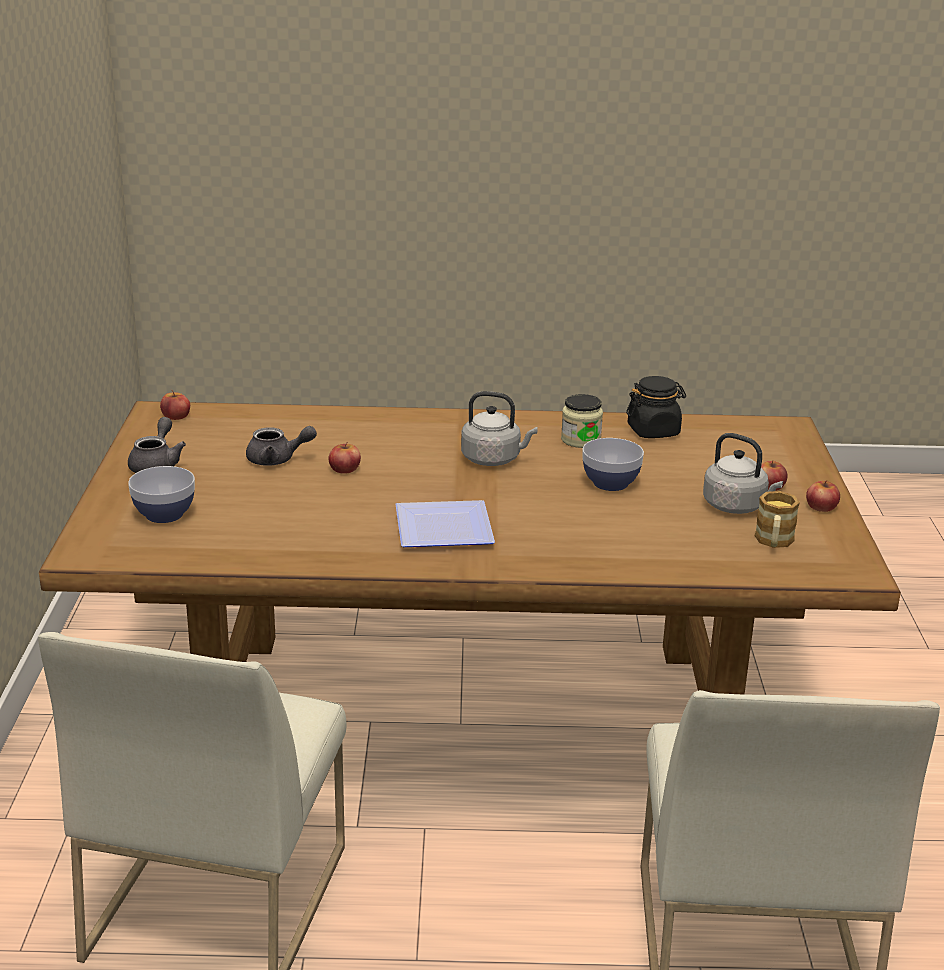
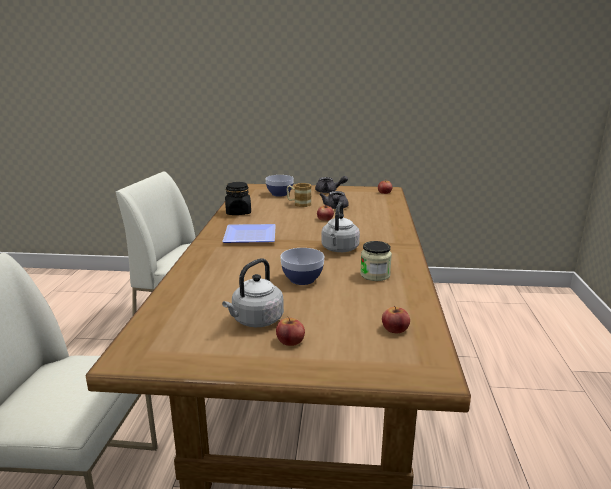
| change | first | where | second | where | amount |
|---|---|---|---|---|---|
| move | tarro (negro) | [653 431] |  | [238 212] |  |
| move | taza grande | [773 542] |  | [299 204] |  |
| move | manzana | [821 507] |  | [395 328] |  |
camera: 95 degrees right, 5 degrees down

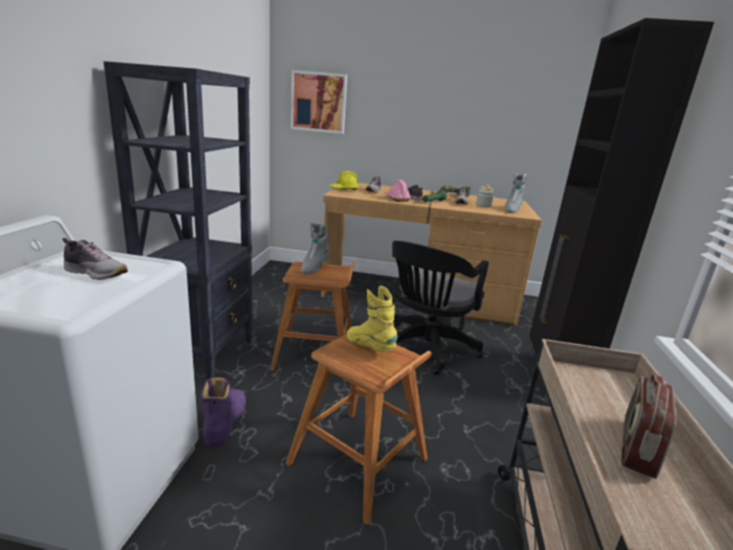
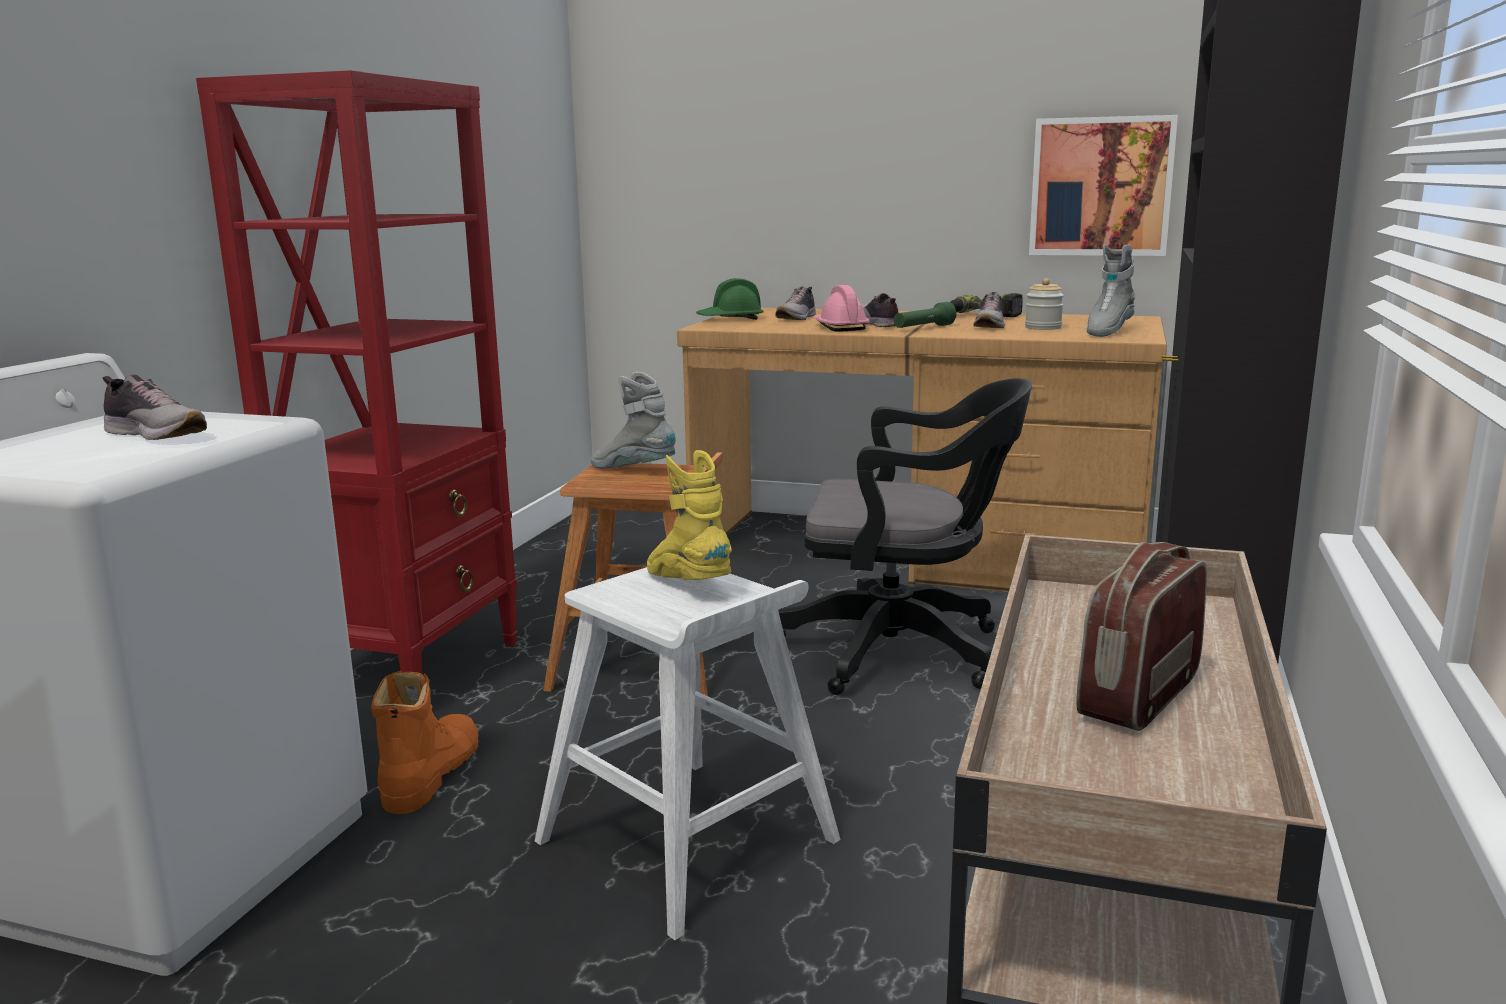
| change | first | where | second | where | amount |
|---|---|---|---|---|---|
| recolor | estantería (negro) | [202 356] | estantería (rojo) | [411 669] |  |
| recolor | bota (morado) | [225 421] | bota (naranja) | [430 774] |  |
| recolor | taburete (marrón) | [359 462] | taburete (blanco) | [689 842] |  |
| rotate | bota (gris) | [314 267] |  | [634 470] | 90 degrees clockwise |
| recolor | casco (amarillo) | [344 189] | casco (verde) | [730 319] |  |
| rotate | silla de oficina (negro) | [426 349] |  | [903 651] | 120 degrees counterclockwise |
| move | cuadro | [318 102] |  | [1101 187] |  |
camera: 10 degrees right, 5 degrees down

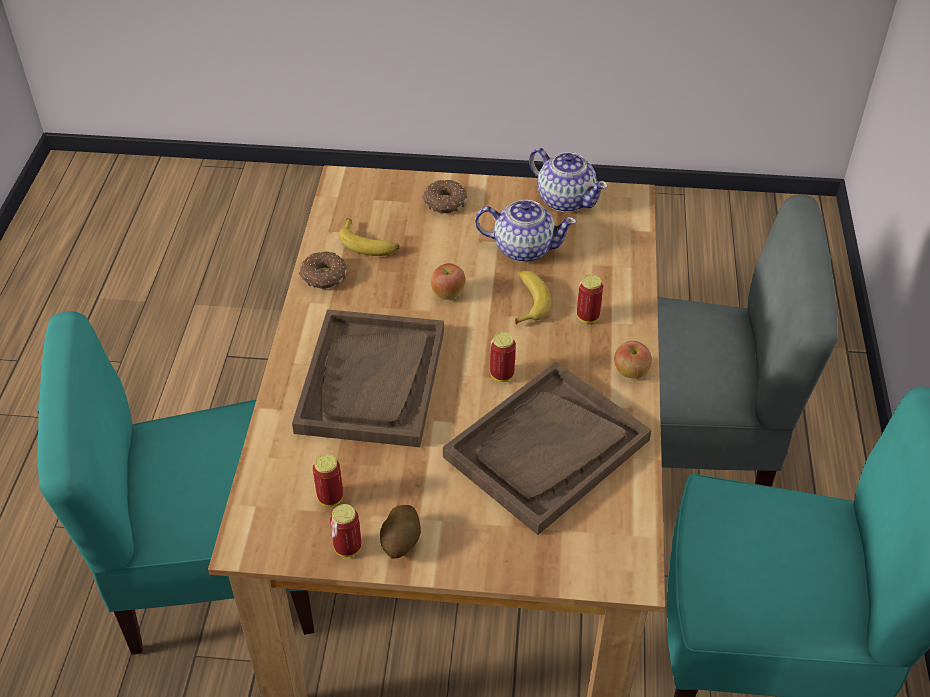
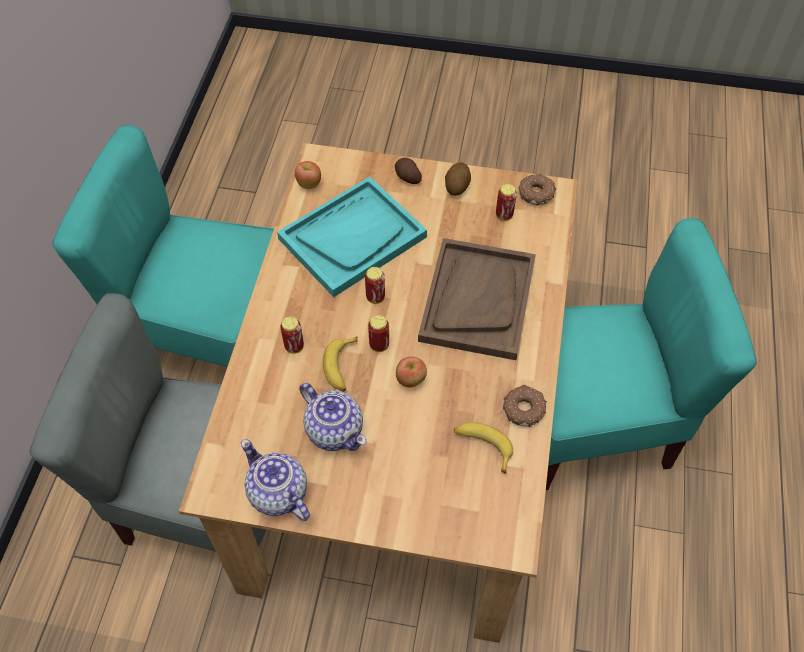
| change | first | where | second | where | amount |
|---|---|---|---|---|---|
| recolor | bandeja (marrón) | [546 449] | bandeja (turquesa) | [352 237] |  |
| move | manzana | [630 373] |  | [309 184] |  |
| rotate | tetera | [523 248] |  | [334 429] | 150 degrees counterclockwise |
| move | lata | [347 548] |  | [379 345] |  |
| insert |  |  | patata | [407 177] |  |
| move | rosquilla | [444 203] |  | [536 193] |  |
camera: 175 degrees left, 10 degrees up

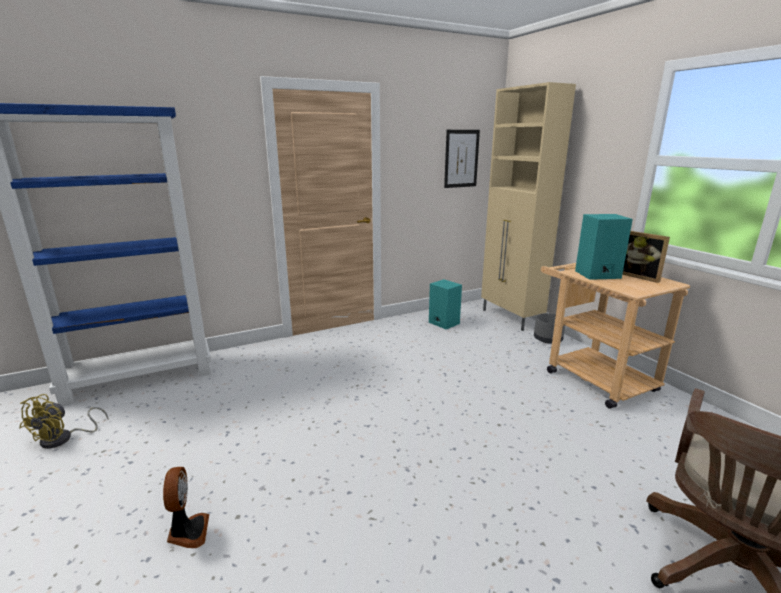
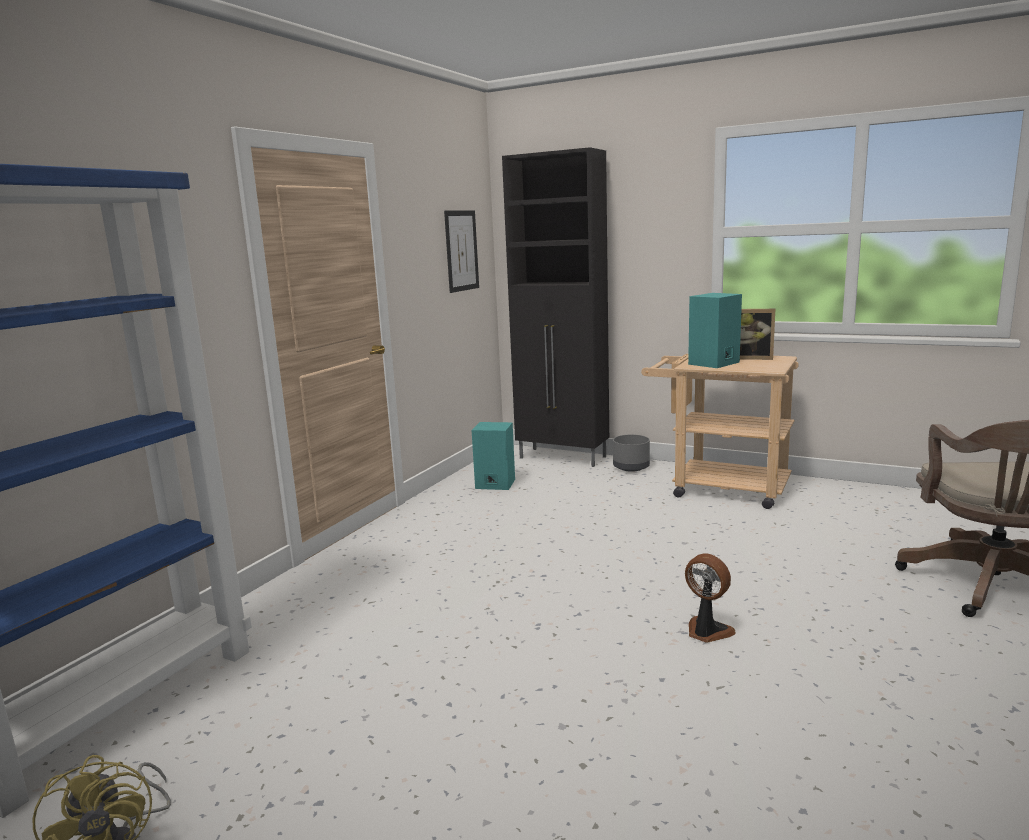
| change | first | where | second | where | amount |
|---|---|---|---|---|---|
| recolor | armario (beis) | [511 318] | armario (negro) | [563 458] |  |
| move | ventilador | [188 532] |  | [707 632] |  |
camera: 35 degrees left, 5 degrees down

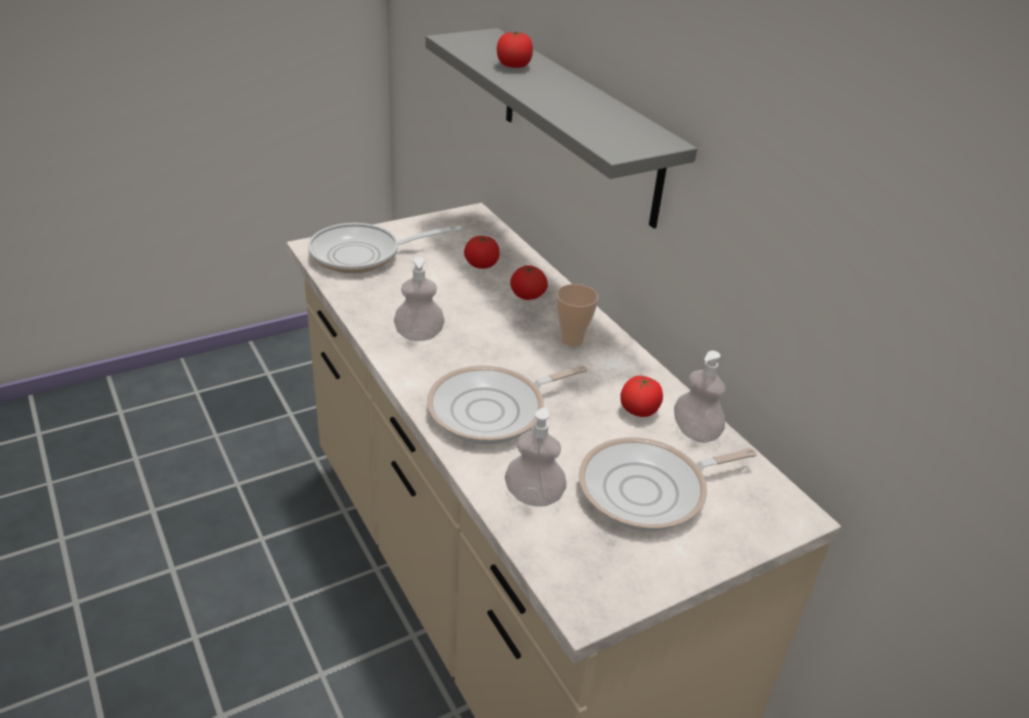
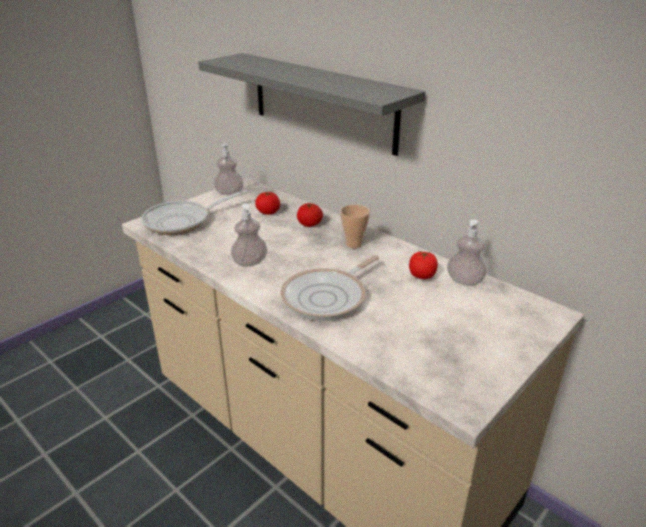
| change | first | where | second | where | amount |
|---|---|---|---|---|---|
| move | dispensador de jabón | [533 496] |  | [229 193] |  |
| delete | tomate | [513 66] |  |  |  |
| delete | sartén | [649 490] |  |  |  |
camera: 15 degrees left, 5 degrees down

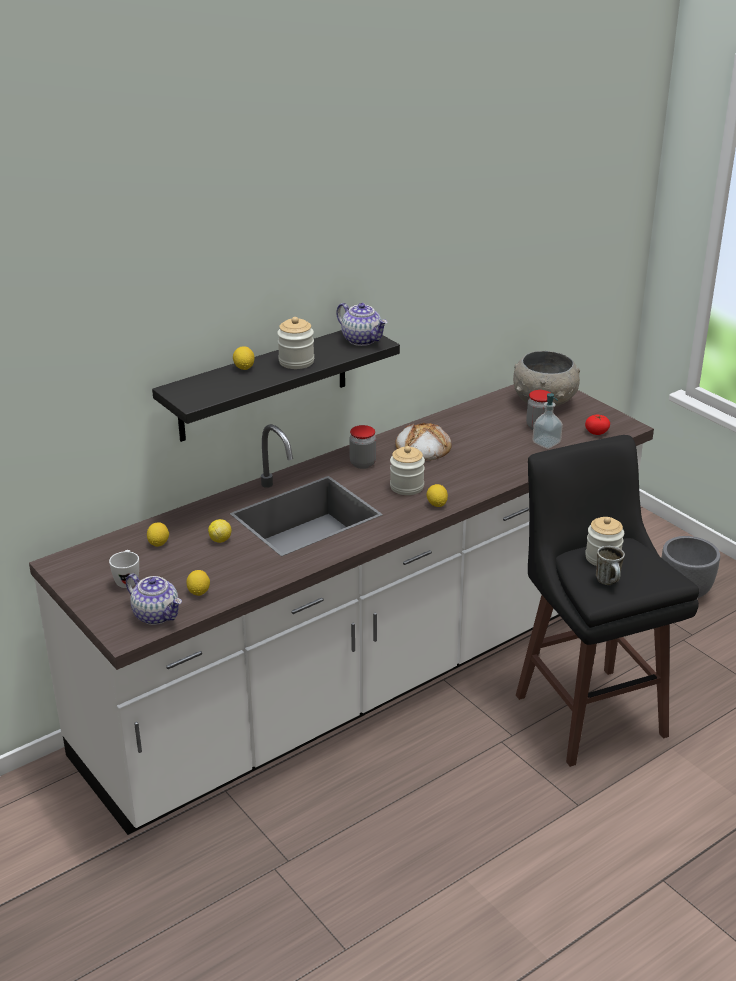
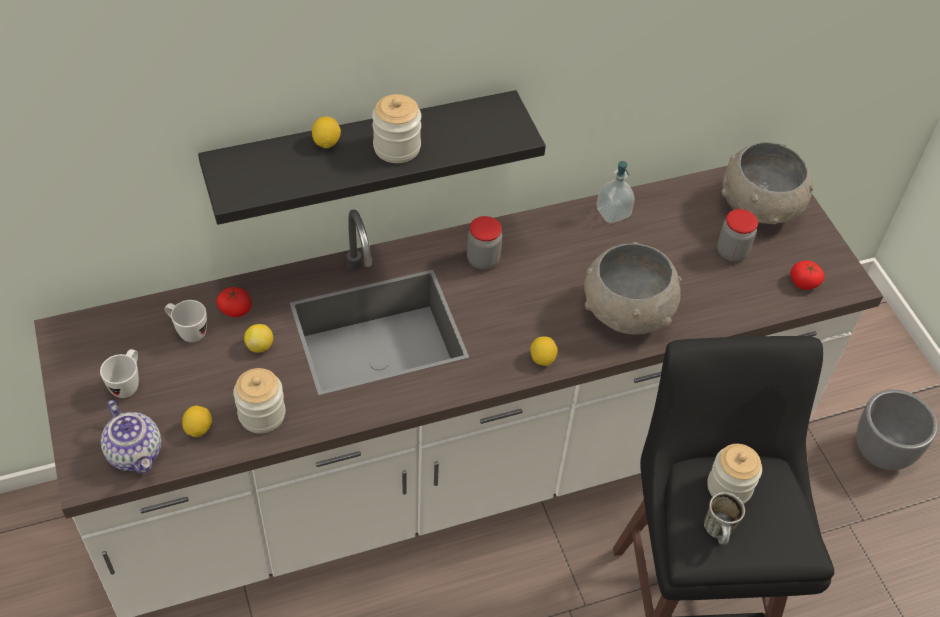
| change | first | where | second | where | amount |
|---|---|---|---|---|---|
| replace | limón | [158 543] | taza grande (blanco) | [188 331] |  |
| insert |  |  | tomate | [235 309] |  |
| move | tarro | [406 487] |  | [262 414] |  |
| insert |  |  | cuenco (gris) | [626 312] |  |
| move | dispensador de jabón | [546 443] |  | [613 213] |  |
| delete | tetera | [362 340] |  |  |  |
| delete | pan | [422 447] |  |  |  |
camera: 15 degrees right, 20 degrees up

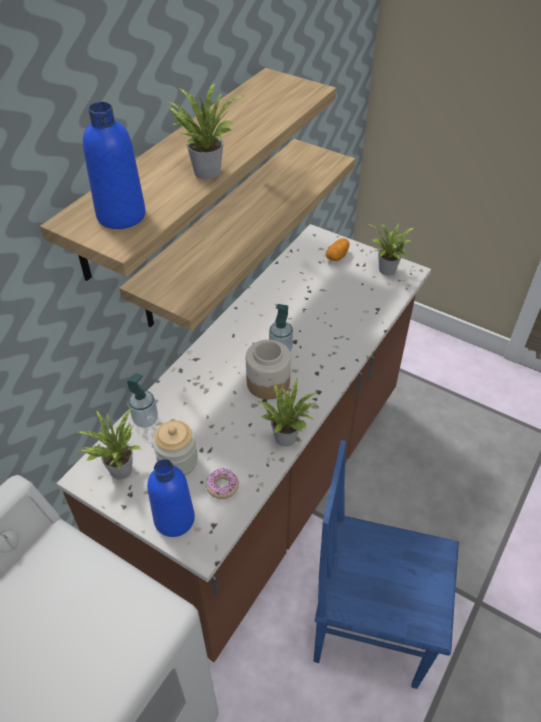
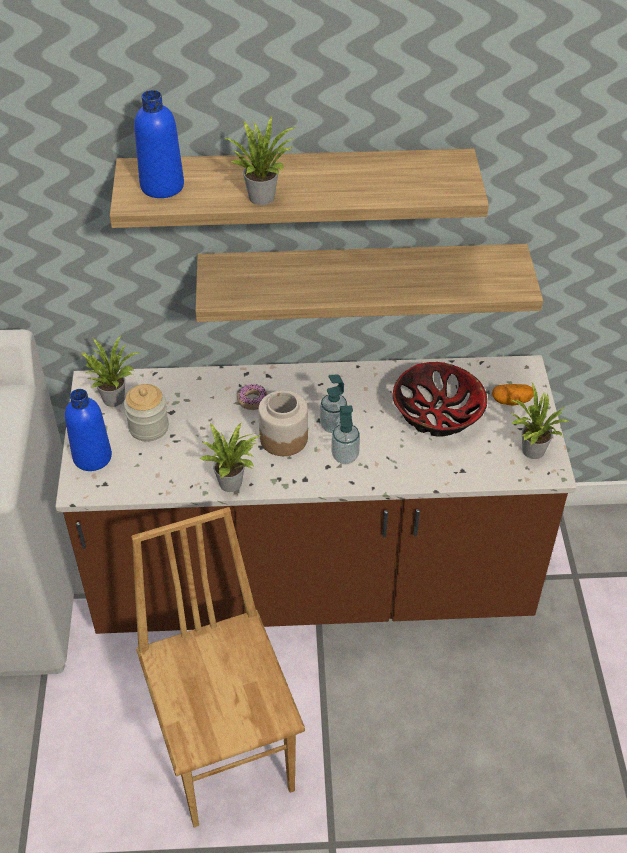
| change | first | where | second | where | amount |
|---|---|---|---|---|---|
| recolor | silla (azul) | [370 627] | silla (marrón) | [228 753] |  |
| move | rosquilla | [222 486] |  | [252 400] |  |
| move | dispensador de jabón | [145 419] |  | [345 456] |  |
| insert |  |  | cuenco | [438 415] |  |
camera: 55 degrees right, 0 degrees up

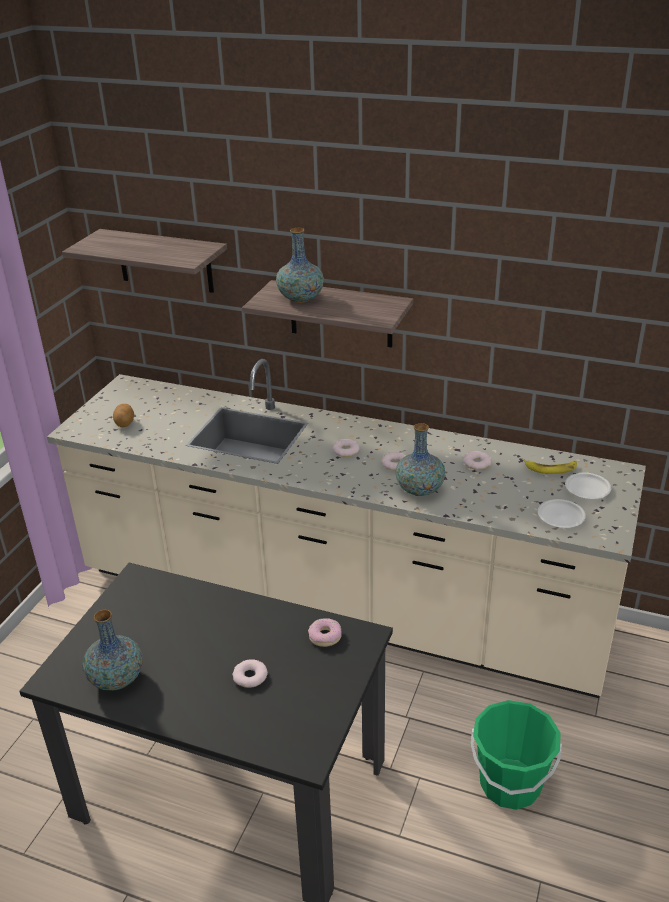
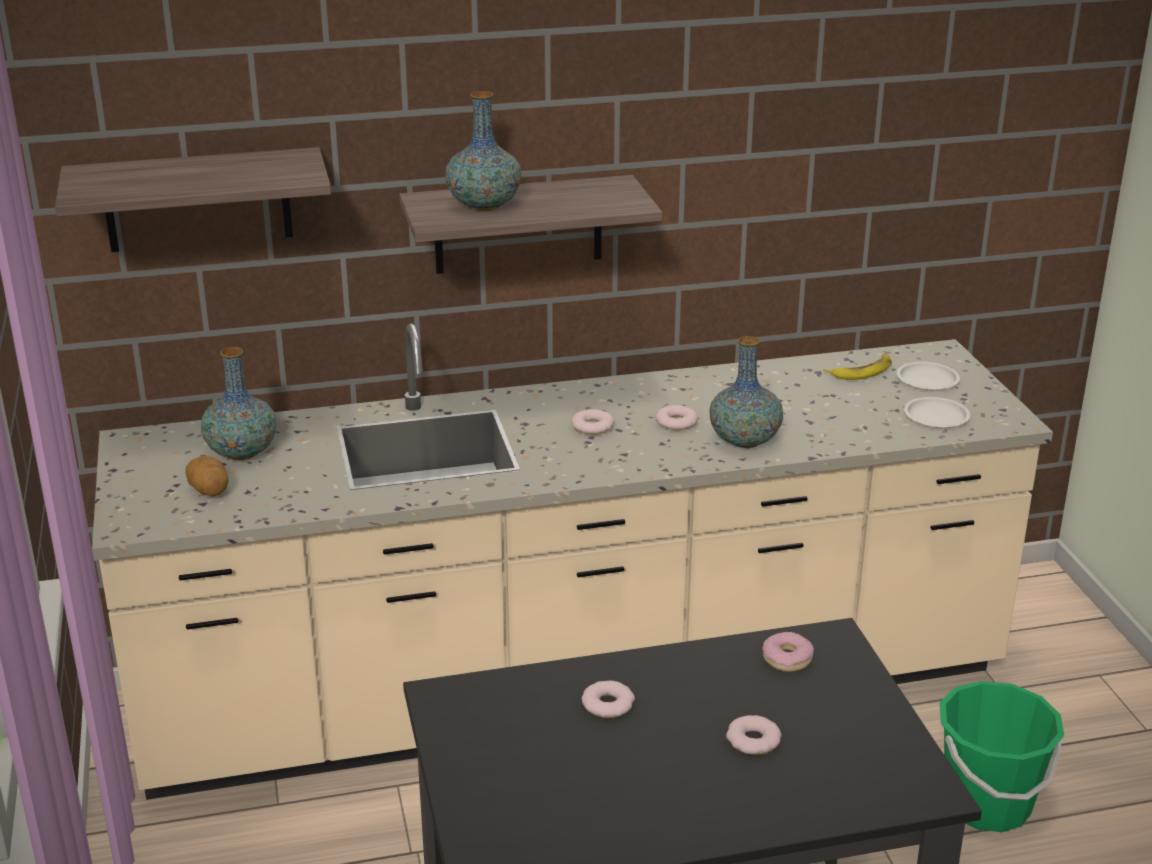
| change | first | where | second | where | amount |
|---|---|---|---|---|---|
| move | florero | [116 679] |  | [241 452] |  |
| move | rosquilla | [477 463] |  | [608 704] |  |
camera: 35 degrees left, 5 degrees down

